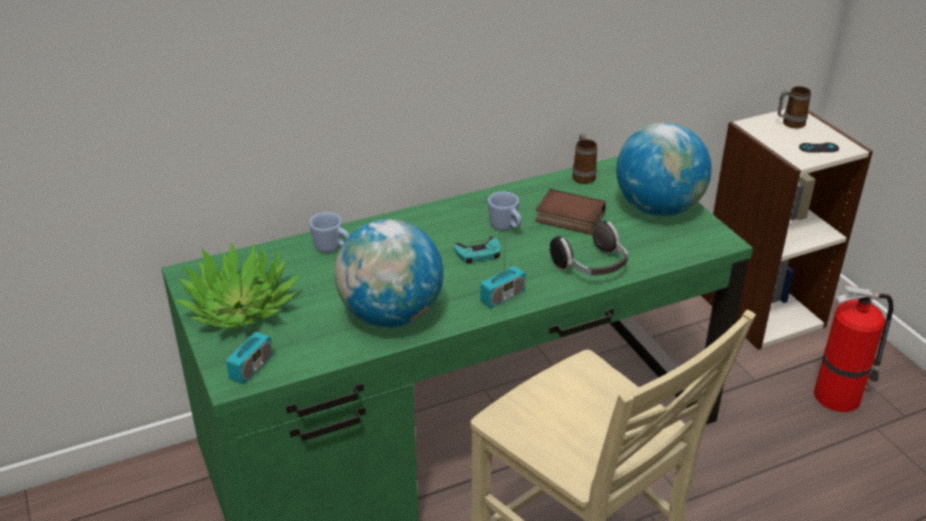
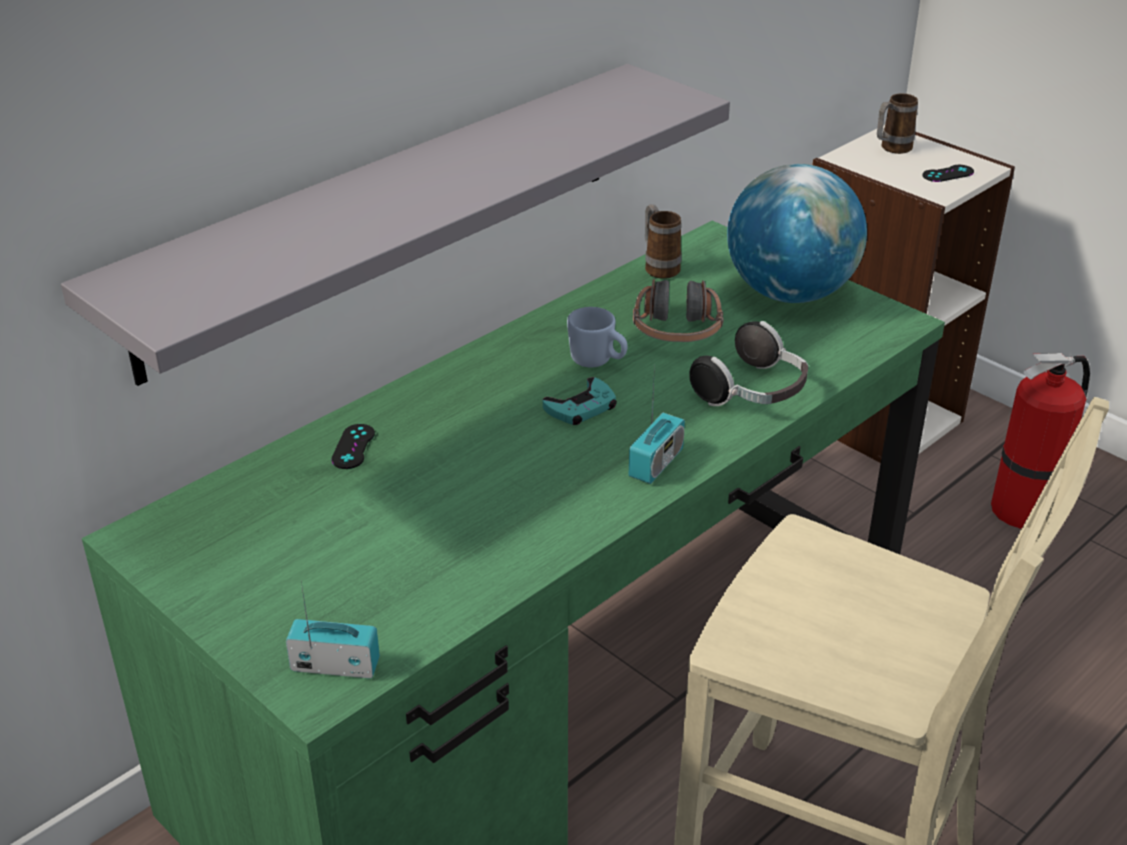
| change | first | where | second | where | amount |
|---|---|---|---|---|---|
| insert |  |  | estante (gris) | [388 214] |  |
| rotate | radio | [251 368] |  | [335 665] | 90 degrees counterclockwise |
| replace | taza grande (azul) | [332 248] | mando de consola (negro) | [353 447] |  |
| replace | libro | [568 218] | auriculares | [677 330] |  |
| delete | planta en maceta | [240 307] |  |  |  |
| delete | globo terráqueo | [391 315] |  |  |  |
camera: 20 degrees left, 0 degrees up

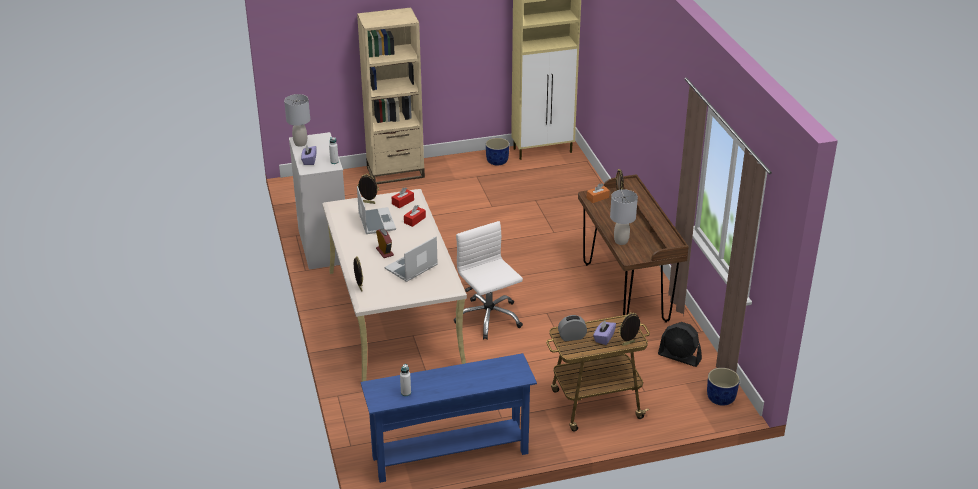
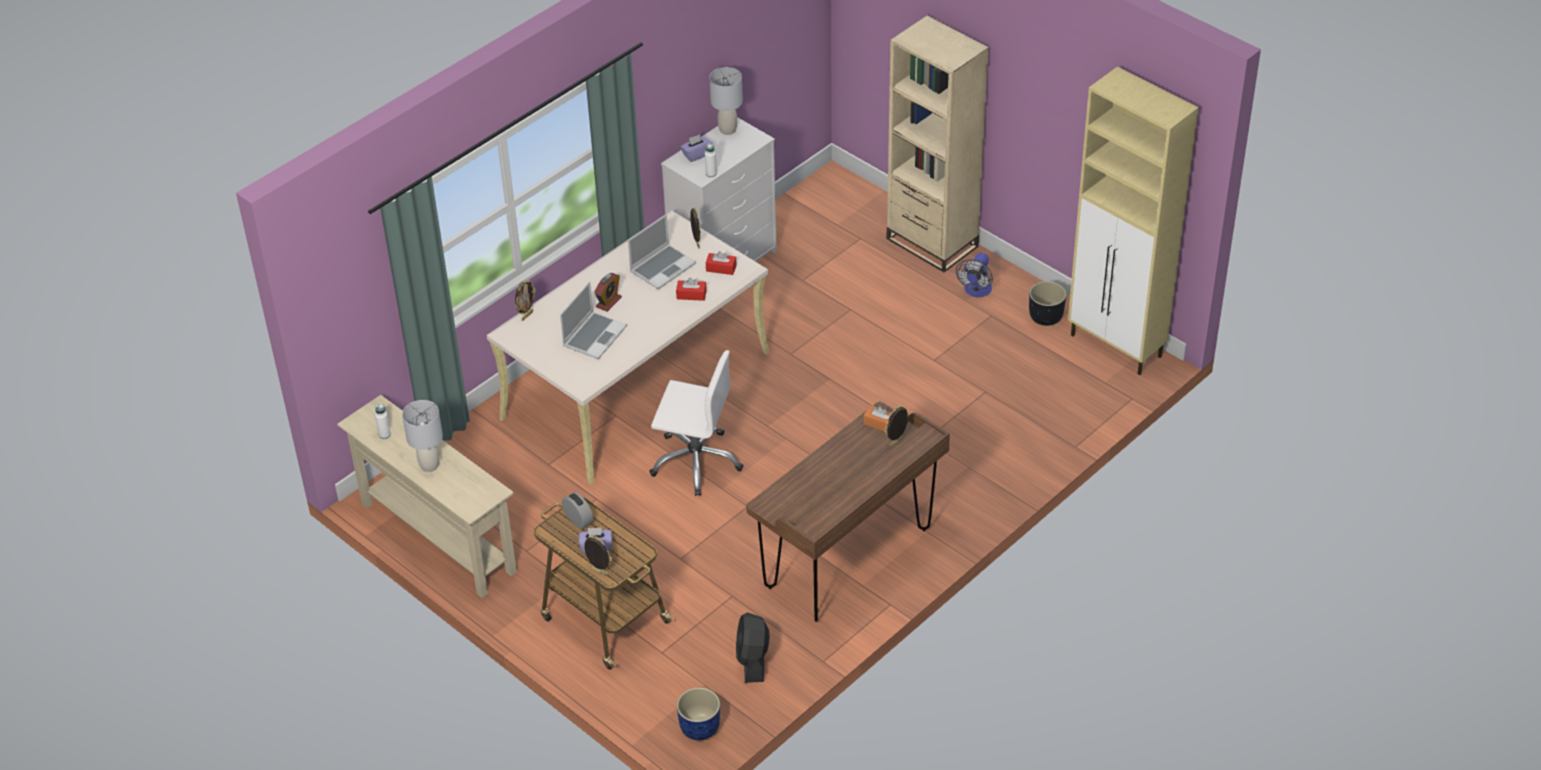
| change | first | where | second | where | amount |
|---|---|---|---|---|---|
| recolor | mesa consola (azul) | [450 455] | mesa consola (beis) | [437 538] |  |
| move | lámpara de mesa (gris) | [621 241] |  | [429 466] |  |
| rotate | portátil | [411 268] |  | [594 336] | 105 degrees clockwise |
| rotate | silla de oficina (blanco) | [488 318] |  | [696 461] | 75 degrees clockwise |
| insert |  |  | ventilador | [976 291] |  |
| recolor | maceta (azul) | [497 161] | maceta (negro) | [1046 317] |  |
camera: 60 degrees right, 10 degrees up

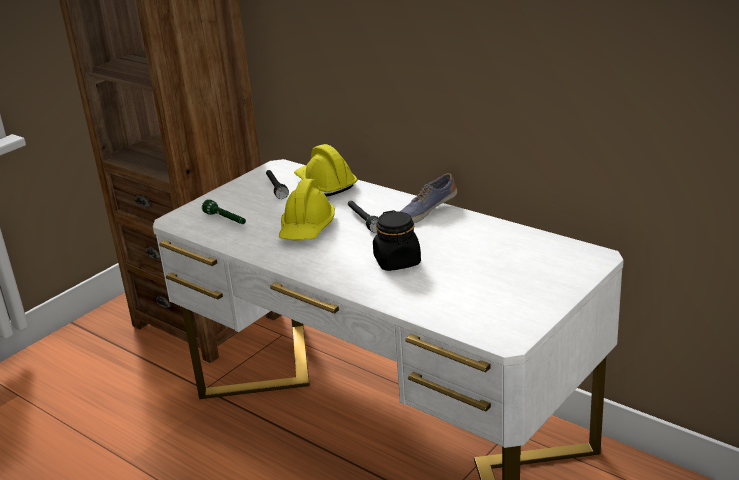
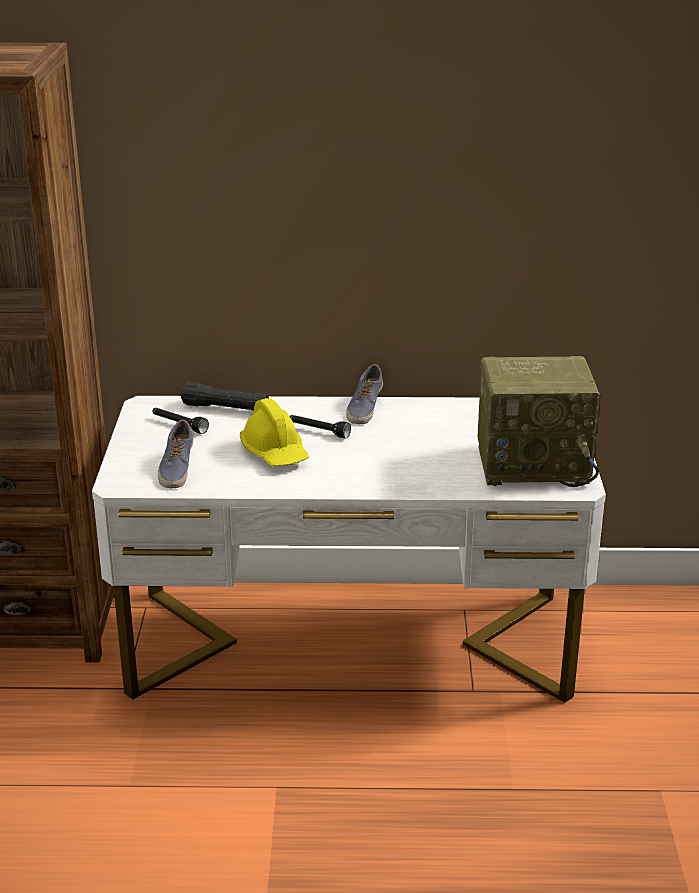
| change | first | where | second | where | amount |
|---|---|---|---|---|---|
| replace | linterna (verde) | [226 220] | zapato | [176 468] |  |
| replace | casco (amarillo) | [325 184] | linterna (negro) | [226 408] |  |
| insert |  |  | radio | [534 463] |  |
| delete | tarro (negro) | [397 261] |  |  |  |
camera: 40 degrees left, 0 degrees up

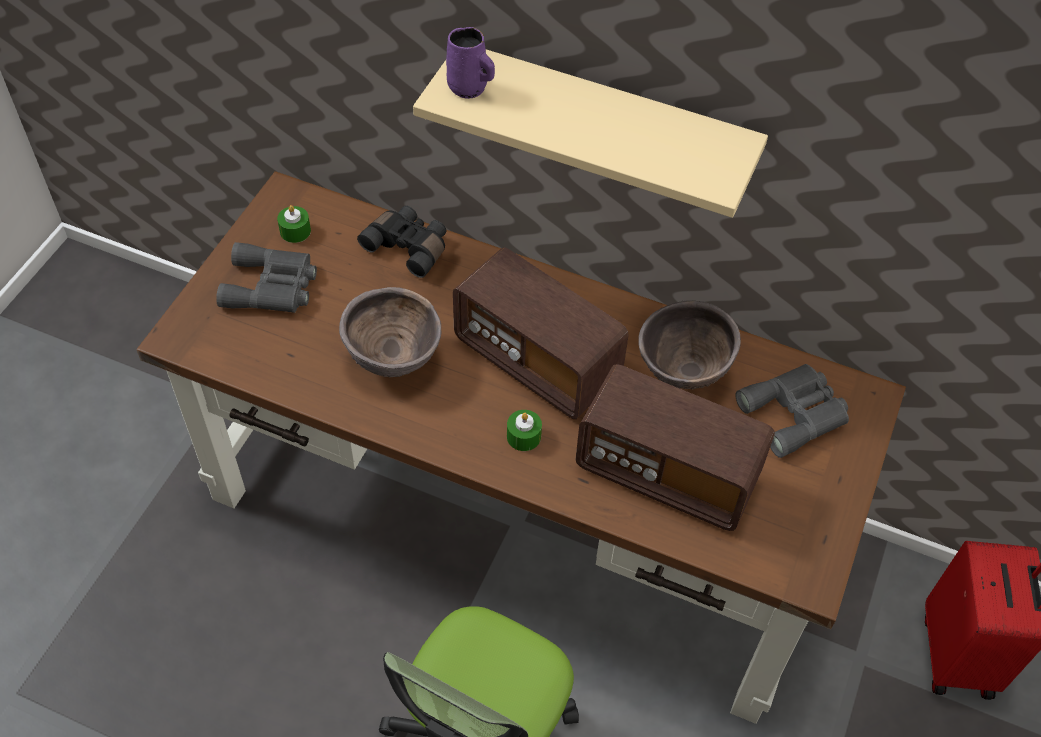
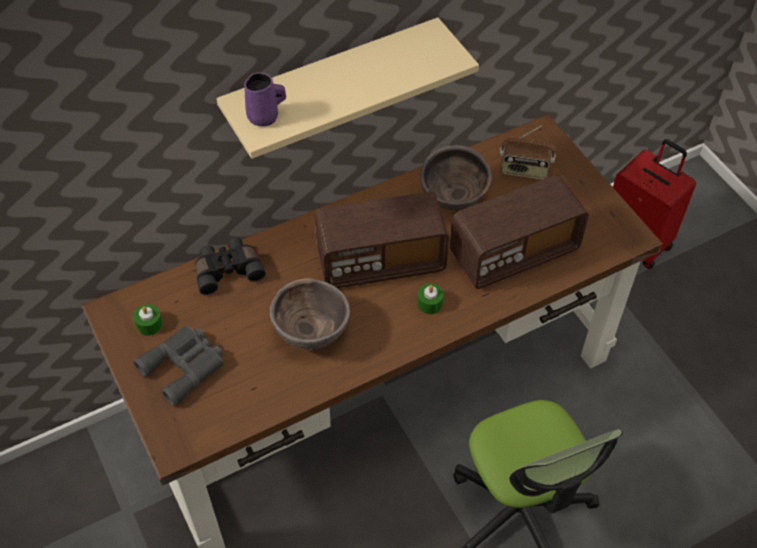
| change | first | where | second | where | amount |
|---|---|---|---|---|---|
| replace | prismáticos (gris) | [796 413] | radio | [524 170] |  |
camera: 50 degrees left, 0 degrees up

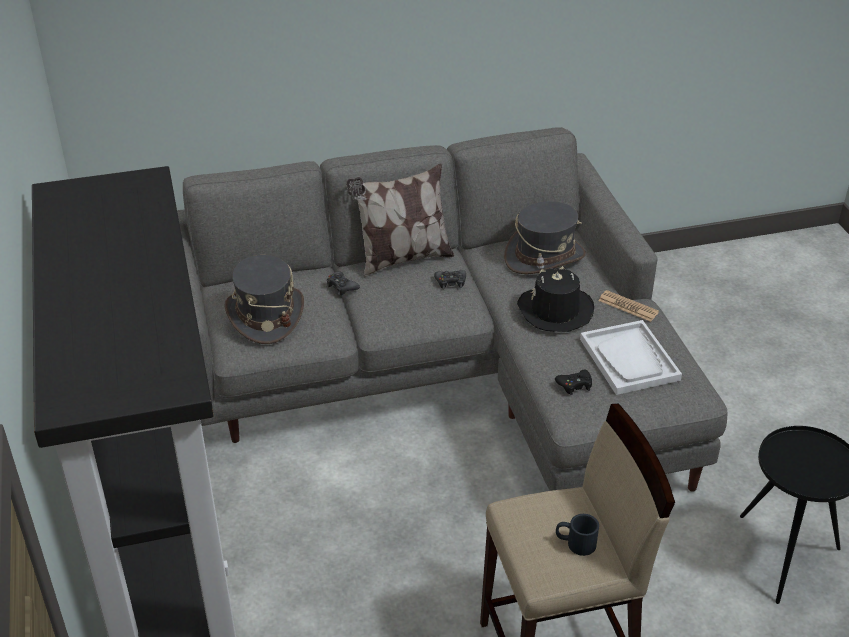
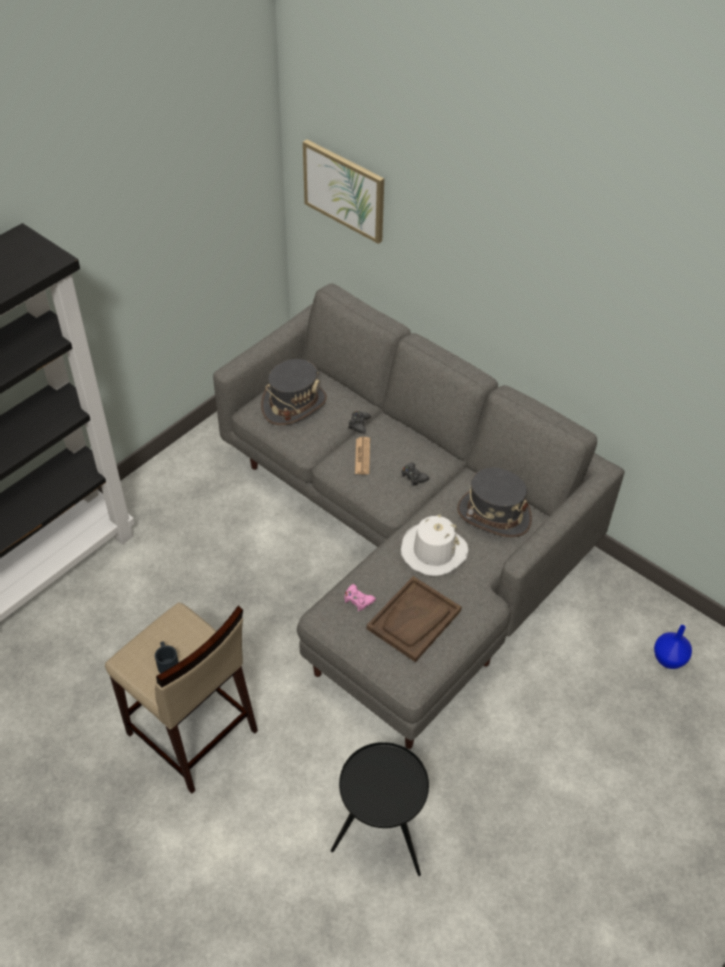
| change | first | where | second | where | amount |
|---|---|---|---|---|---|
| insert |  |  | cuadro | [344 190] |  |
| recolor | mando de consola (negro) | [574 385] | mando de consola (rosa) | [358 600] |  |
| move | periódico | [628 306] |  | [362 456] |  |
| recolor | bandeja (blanco) | [629 359] | bandeja (marrón) | [414 620] |  |
| recolor | sombrero (negro) | [555 311] | sombrero (blanco) | [433 550] |  |
| insert |  |  | florero (azul) | [669 659] |  |
| delete | cojín | [402 258] |  |  |  |
camera: 55 degrees right, 10 degrees up

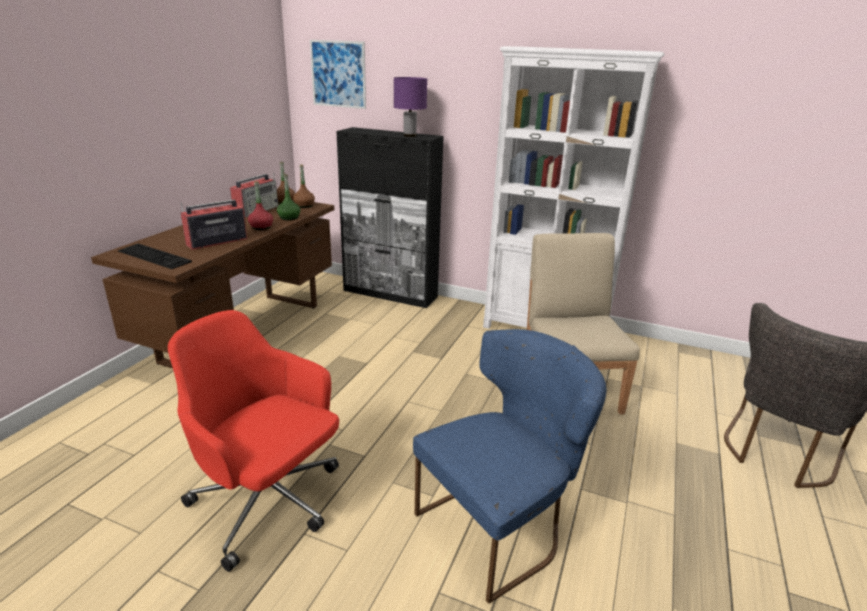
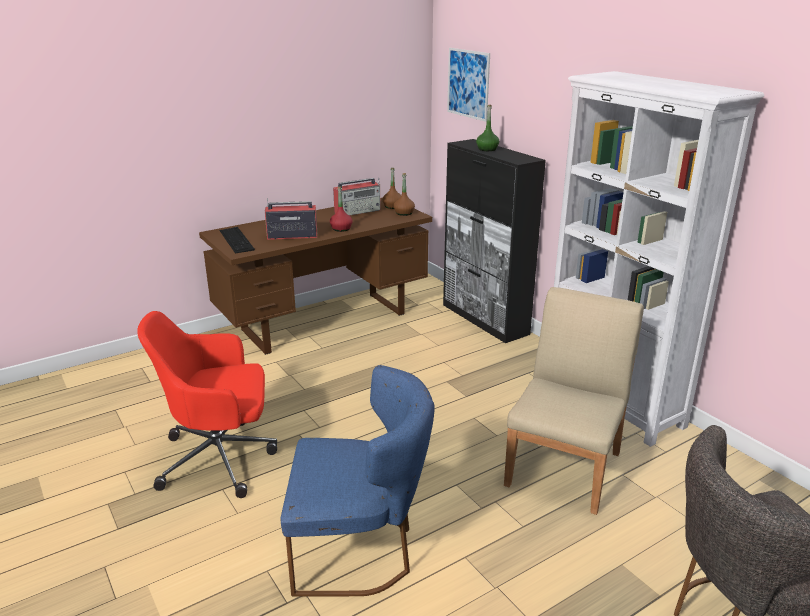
| change | first | where | second | where | amount |
|---|---|---|---|---|---|
| rotate | silla de oficina (rojo) | [269 502] |  | [220 458] | 75 degrees counterclockwise |
| move | botella (verde) | [289 218] |  | [487 149] |  |
| delete | lámpara de mesa (morado) | [410 135] |  |  |  |
camera: 35 degrees right, 0 degrees up

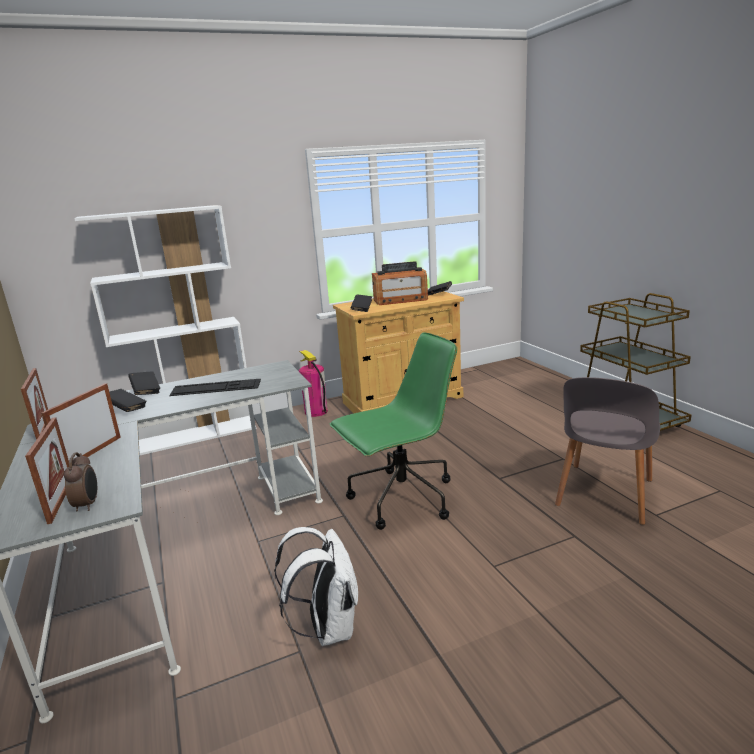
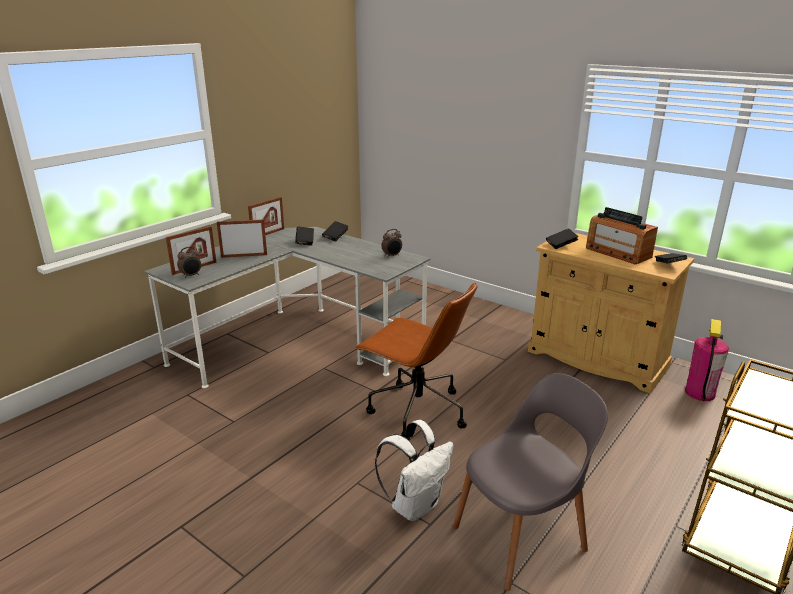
| change | first | where | second | where | amount |
|---|---|---|---|---|---|
| recolor | silla de oficina (verde) | [401 499] | silla de oficina (marrón) | [416 411] |  |
| move | mochila (blanco) | [328 627] |  | [415 505] |  |
| insert |  |  | despertador | [392 256] |  |
| rotate | silla (gris) | [604 494] |  | [522 536] | 150 degrees clockwise |
| move | extintor | [316 412] |  | [699 393] |  |
| delete | estantería (blanco) | [195 435] |  |  |  |
| delete | teclado | [216 388] |  |  |  |
camera: 60 degrees right, 5 degrees up

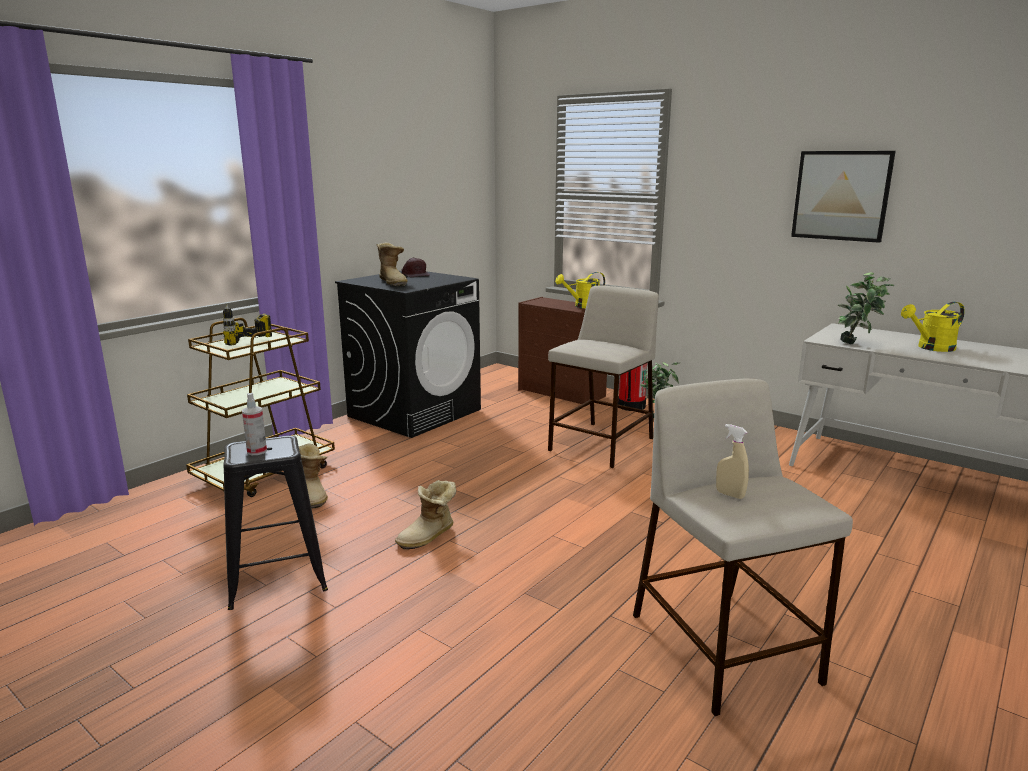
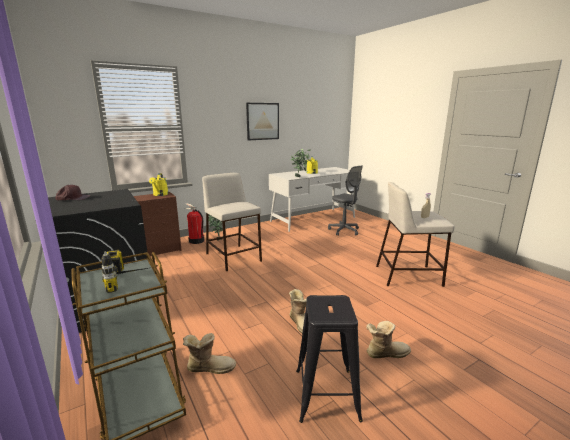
| change | first | where | second | where | amount |
|---|---|---|---|---|---|
| insert |  |  | silla de oficina (gris) | [344 231] |  |
| move | bota | [393 282] |  | [385 353] |  |
| delete | pulverizador | [257 451] |  |  |  |
camera: 70 degrees left, 0 degrees up

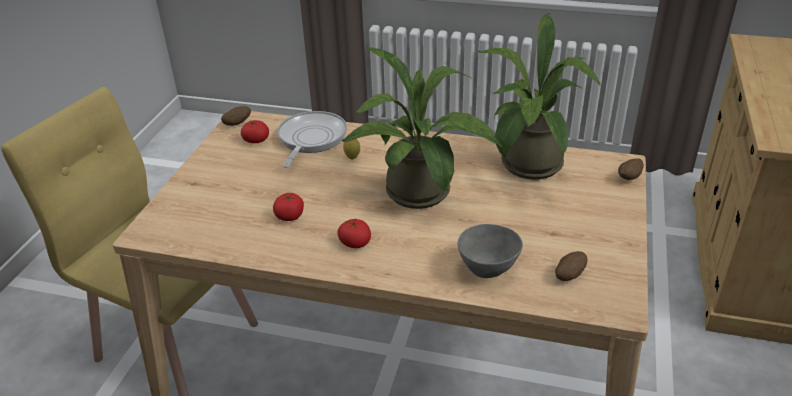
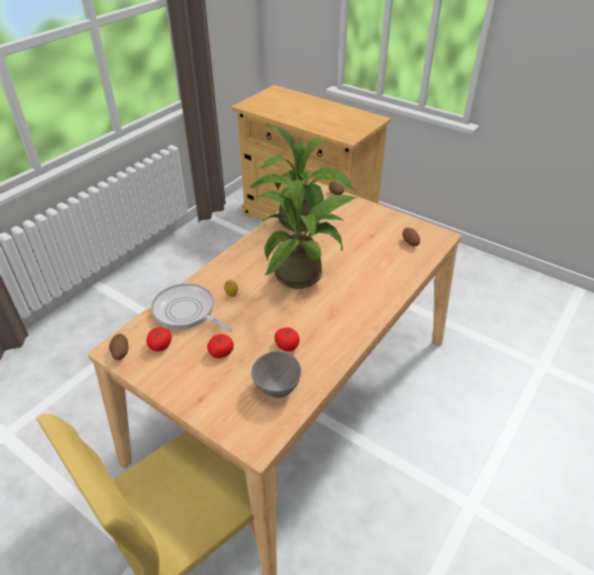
| change | first | where | second | where | amount |
|---|---|---|---|---|---|
| move | tomate | [355 242] |  | [221 352] |  |
| move | cuenco (gris) | [488 269] |  | [276 388] |  |
camera: 70 degrees left, 5 degrees up

